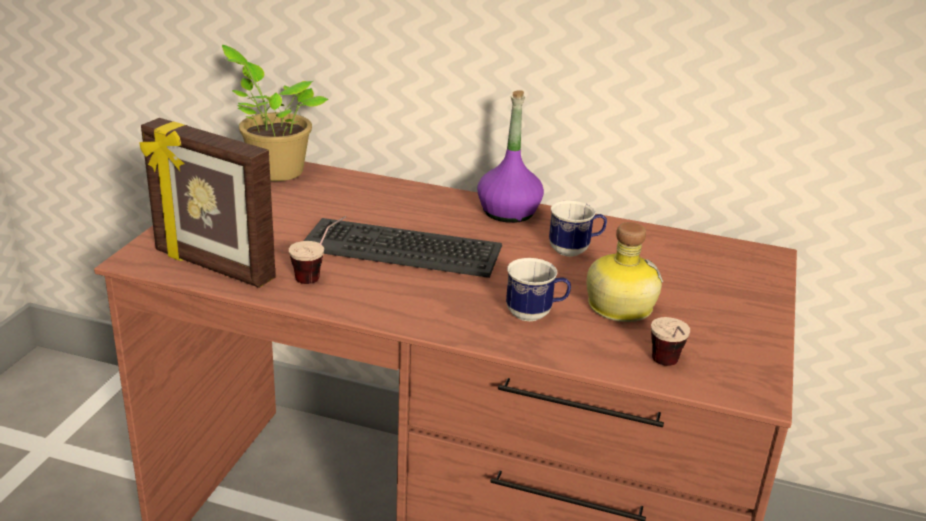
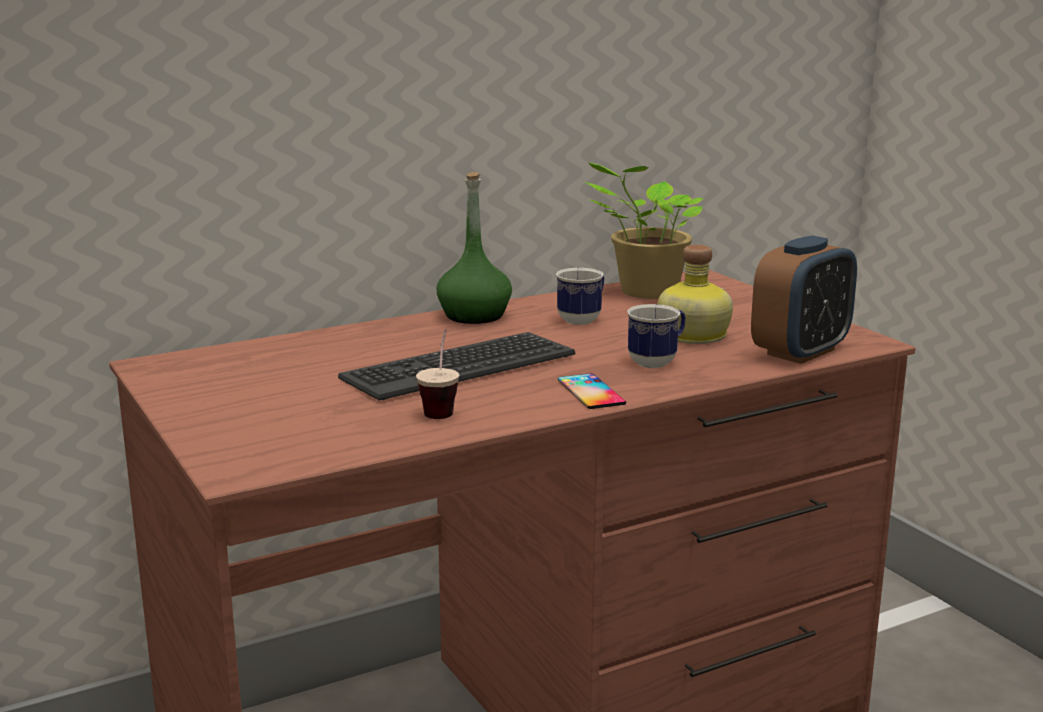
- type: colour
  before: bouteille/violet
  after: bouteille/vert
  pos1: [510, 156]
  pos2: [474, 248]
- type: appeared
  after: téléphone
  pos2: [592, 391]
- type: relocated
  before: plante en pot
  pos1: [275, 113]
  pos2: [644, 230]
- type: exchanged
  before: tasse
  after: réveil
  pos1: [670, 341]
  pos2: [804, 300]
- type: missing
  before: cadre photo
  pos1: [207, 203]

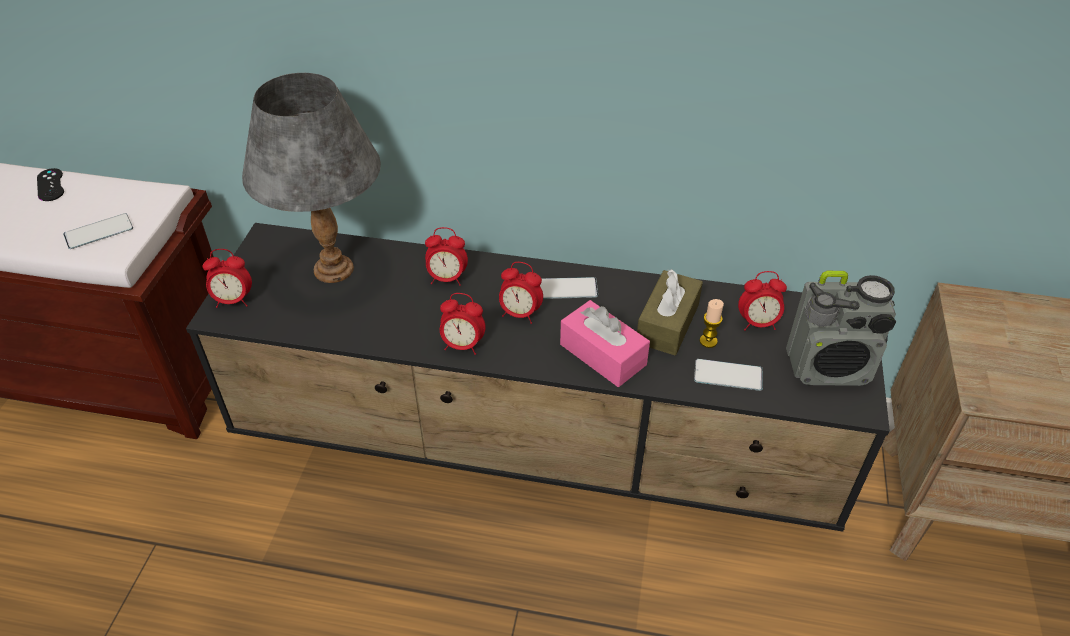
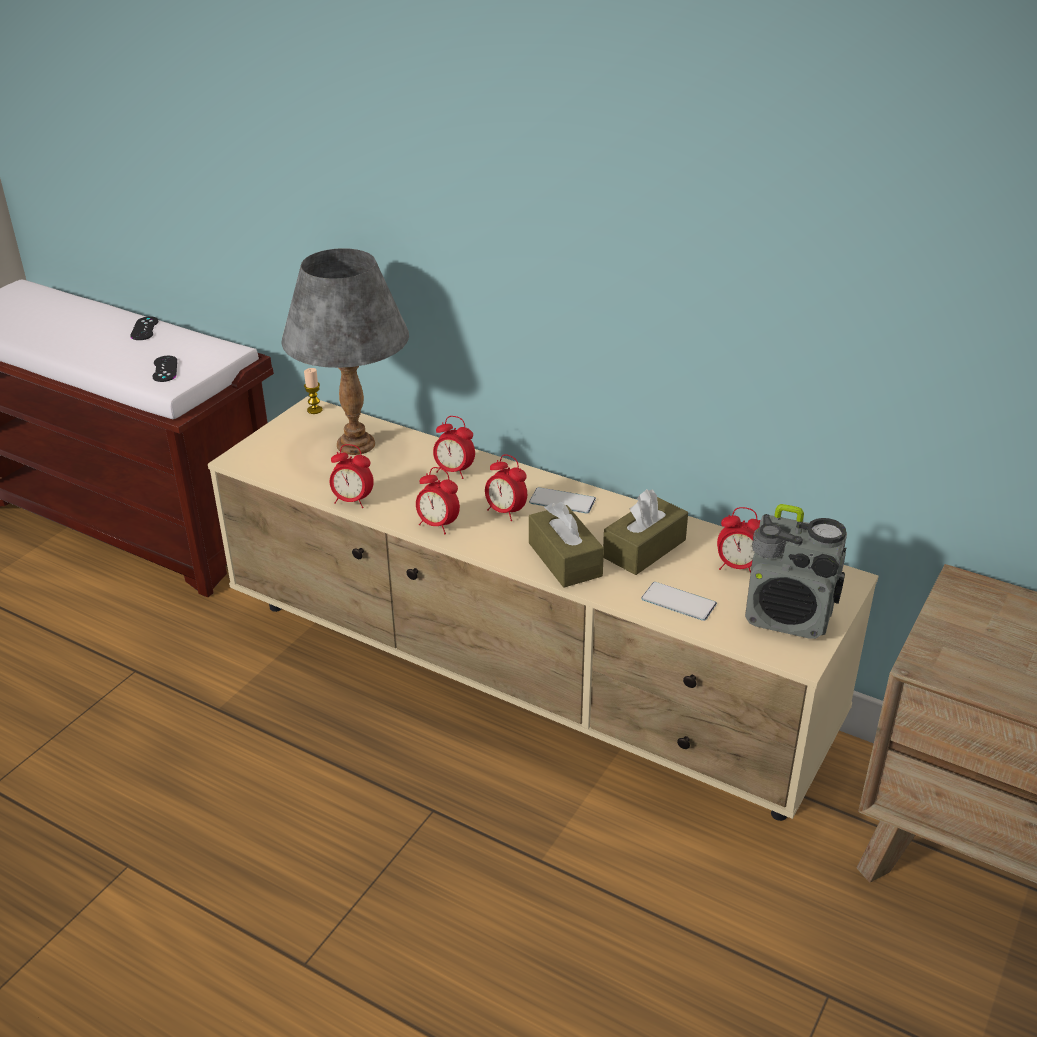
- type: exchanged
  before: téléphone
  after: manette/noir
  pos1: [98, 231]
  pos2: [164, 369]
- type: colour
  before: meuble télé/noir
  after: meuble télé/beige
  pos1: [538, 377]
  pos2: [543, 608]
- type: relocated
  before: bougie
  pos1: [711, 323]
  pos2: [313, 391]
- type: relocated
  before: réveil
  pos1: [227, 278]
  pos2: [352, 476]
- type: colour
  before: boîte à mouchoirs/rose
  after: boîte à mouchoirs/marron
  pos1: [605, 343]
  pos2: [566, 545]

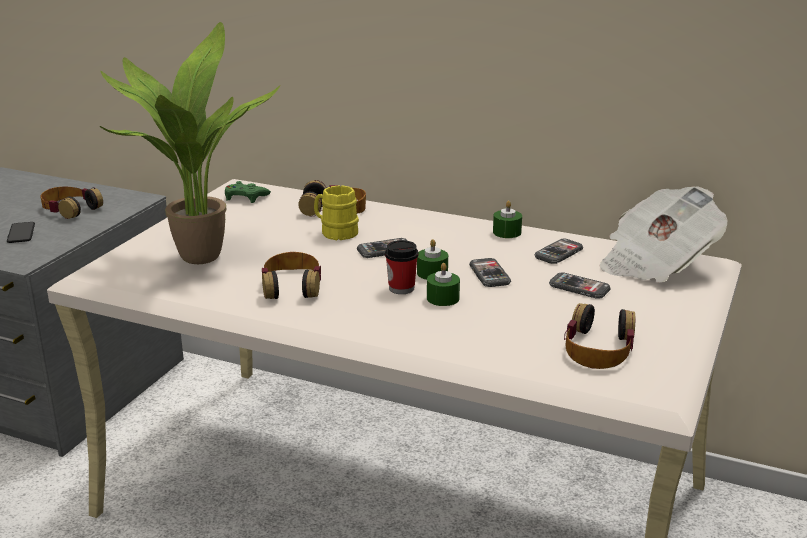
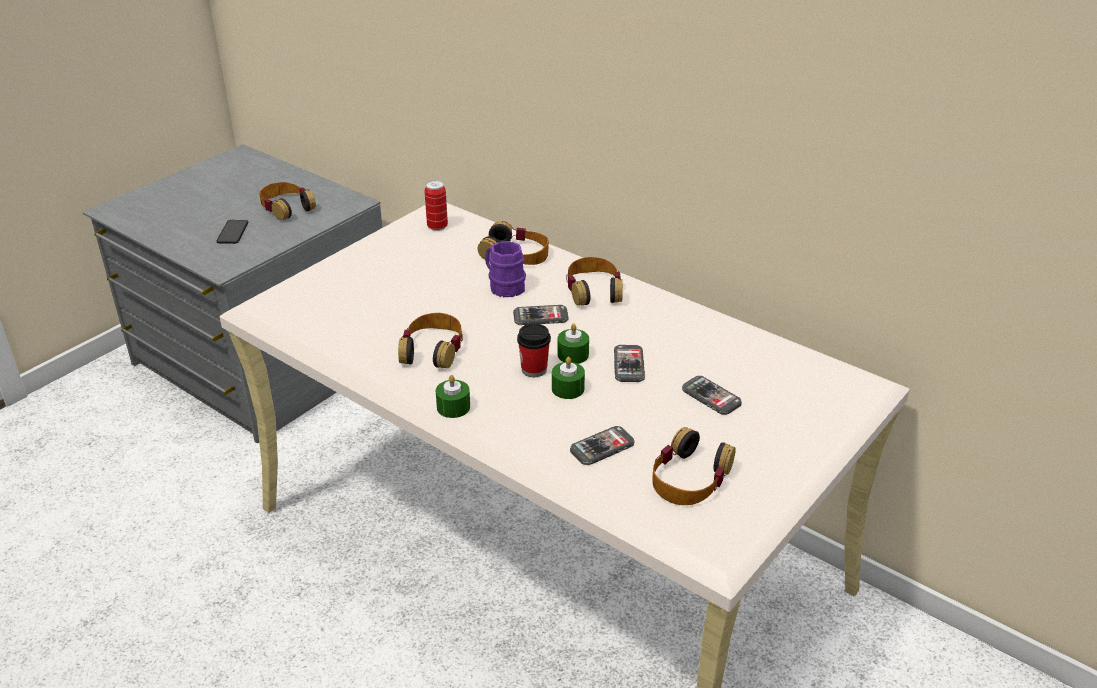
- type: exchanged
  before: manette/vert
  after: boîte métallique
  pos1: [248, 192]
  pos2: [436, 205]
- type: relocated
  before: bougie/vert
  pos1: [507, 219]
  pos2: [453, 396]
- type: colour
  before: mug/jaune
  after: mug/violet
  pos1: [336, 212]
  pos2: [505, 269]
- type: appeared
  after: casque audio
  pos2: [594, 281]
- type: relocated
  before: téléphone
  pos1: [558, 251]
  pos2: [602, 445]
- type: missing
  before: plante en pot
  pos1: [190, 143]
- type: missing
  before: journal
  pos1: [663, 234]

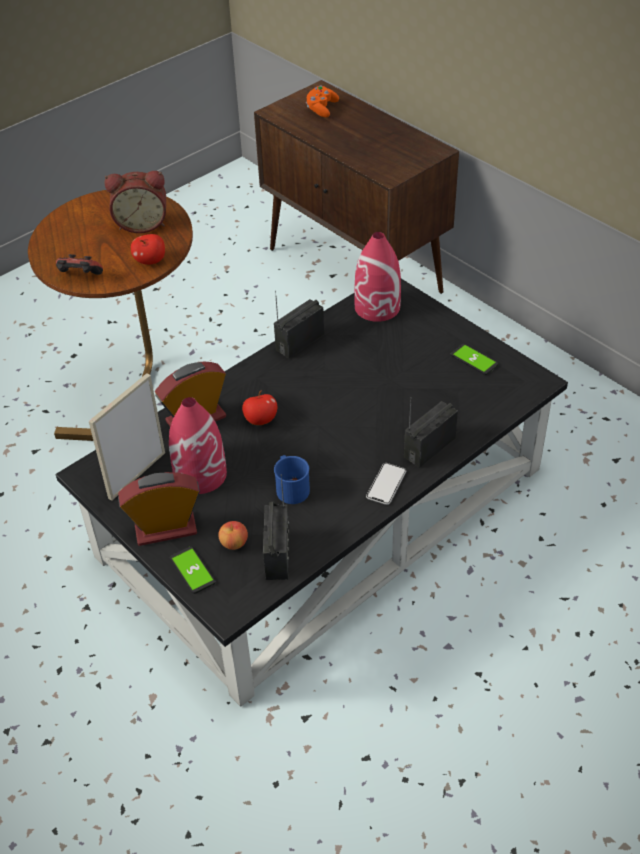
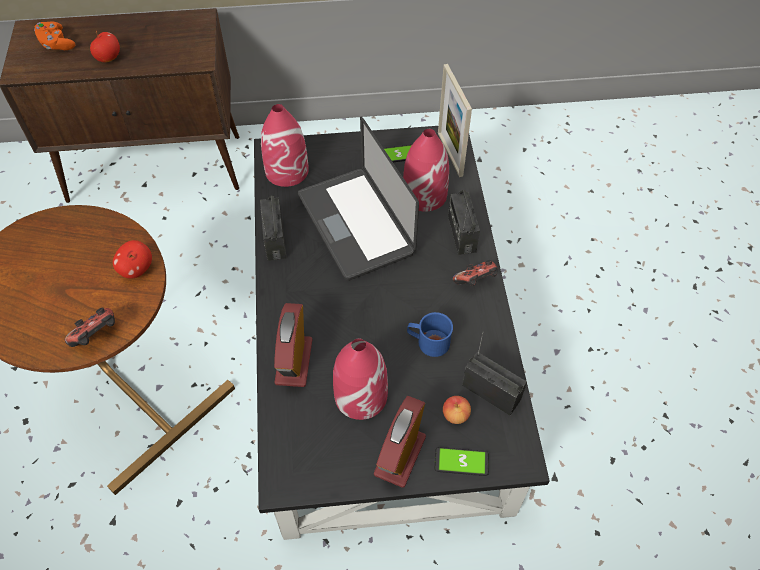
- type: relocated
  before: pomme
  pos1: [260, 408]
  pos2: [105, 46]
- type: appeared
  after: ordinateur portable
  pos2: [358, 199]
- type: appeared
  after: vase/rouge
  pos2: [426, 170]
- type: relocated
  before: cadre photo
  pos1: [127, 437]
  pos2: [455, 120]
- type: exchanged
  before: téléphone
  after: manette
  pos1: [386, 484]
  pos2: [475, 273]
- type: missing
  before: réveil
  pos1: [135, 202]

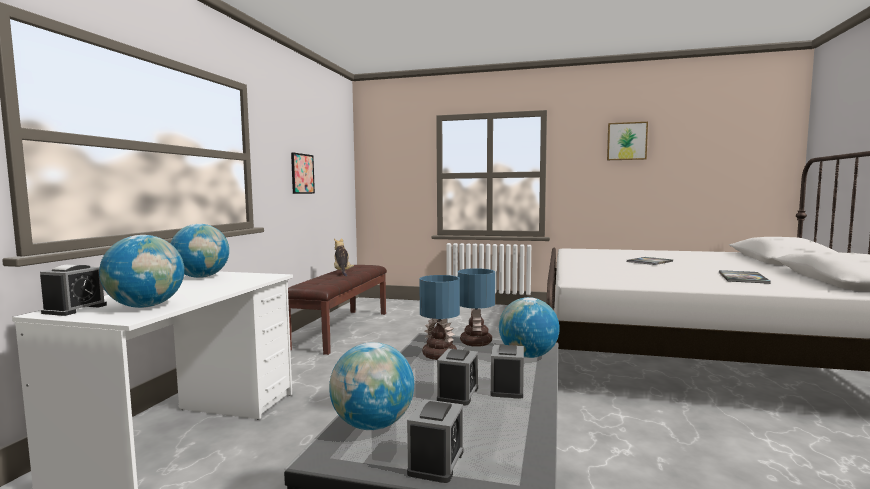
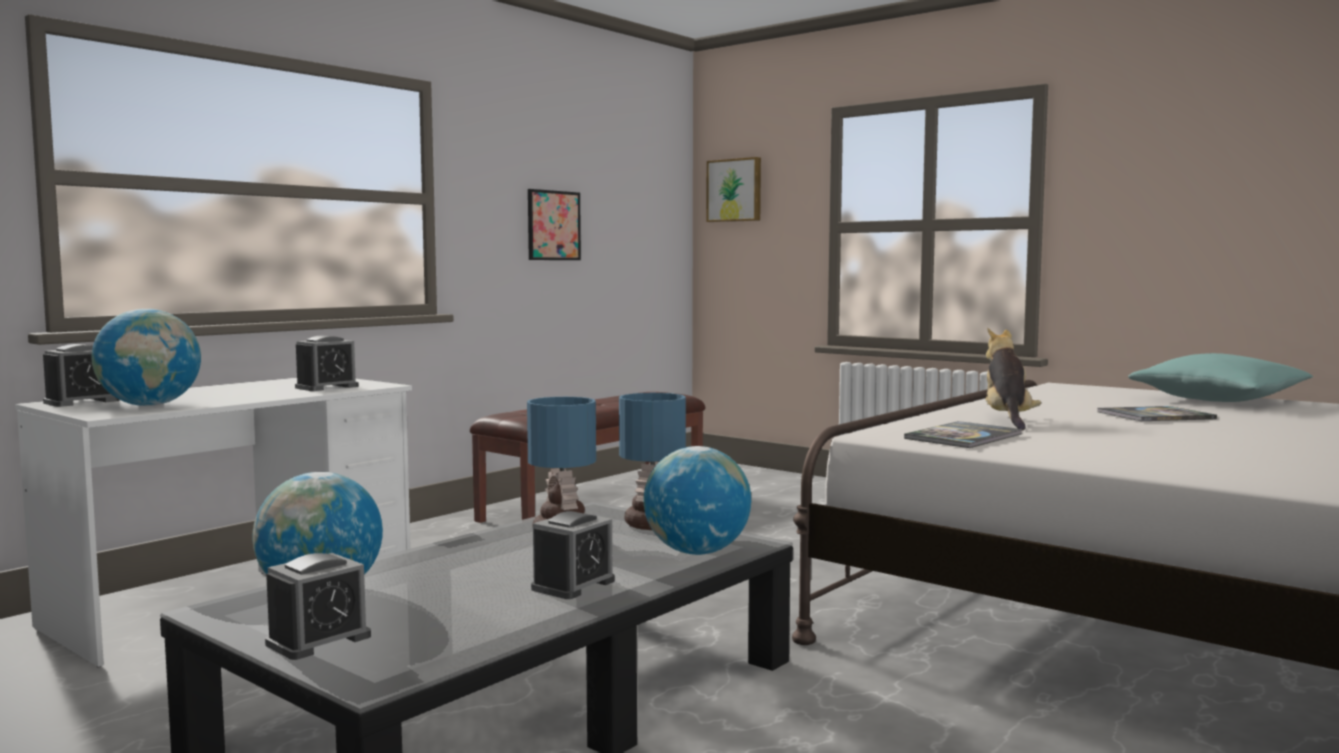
- type: relocated
  before: réveil
  pos1: [457, 377]
  pos2: [327, 363]
- type: relocated
  before: tableau
  pos1: [627, 141]
  pos2: [733, 189]
- type: relocated
  before: livre
  pos1: [745, 277]
  pos2: [963, 434]
- type: relocated
  before: peluche
  pos1: [344, 257]
  pos2: [1013, 379]
- type: appeared
  after: coussin/turquoise
  pos2: [1220, 377]
- type: missing
  before: globe
  pos1: [199, 251]

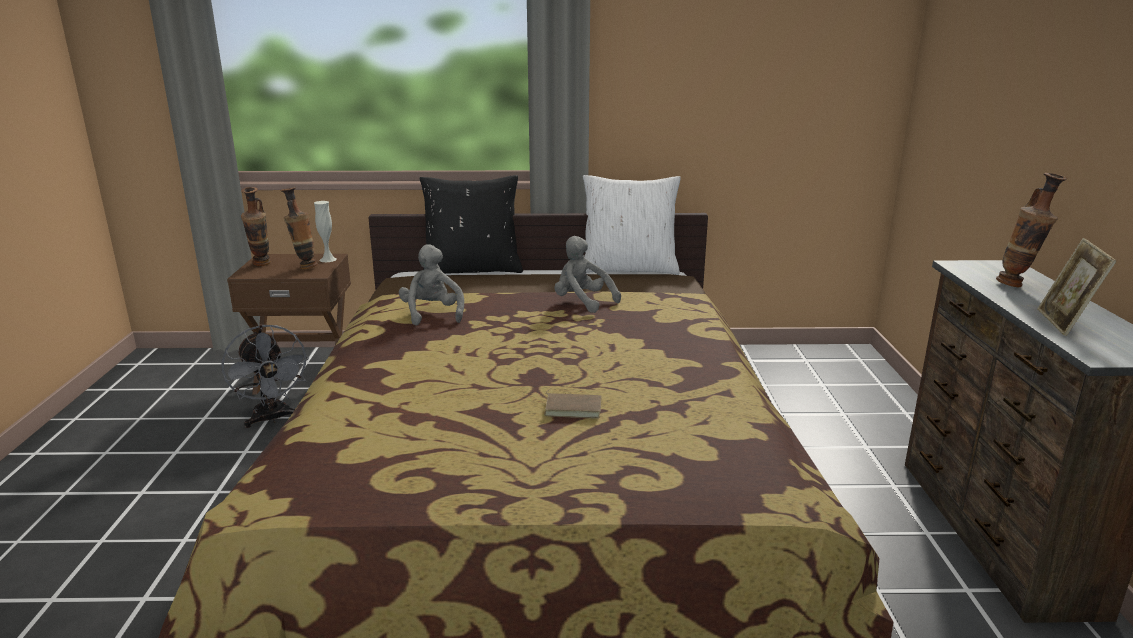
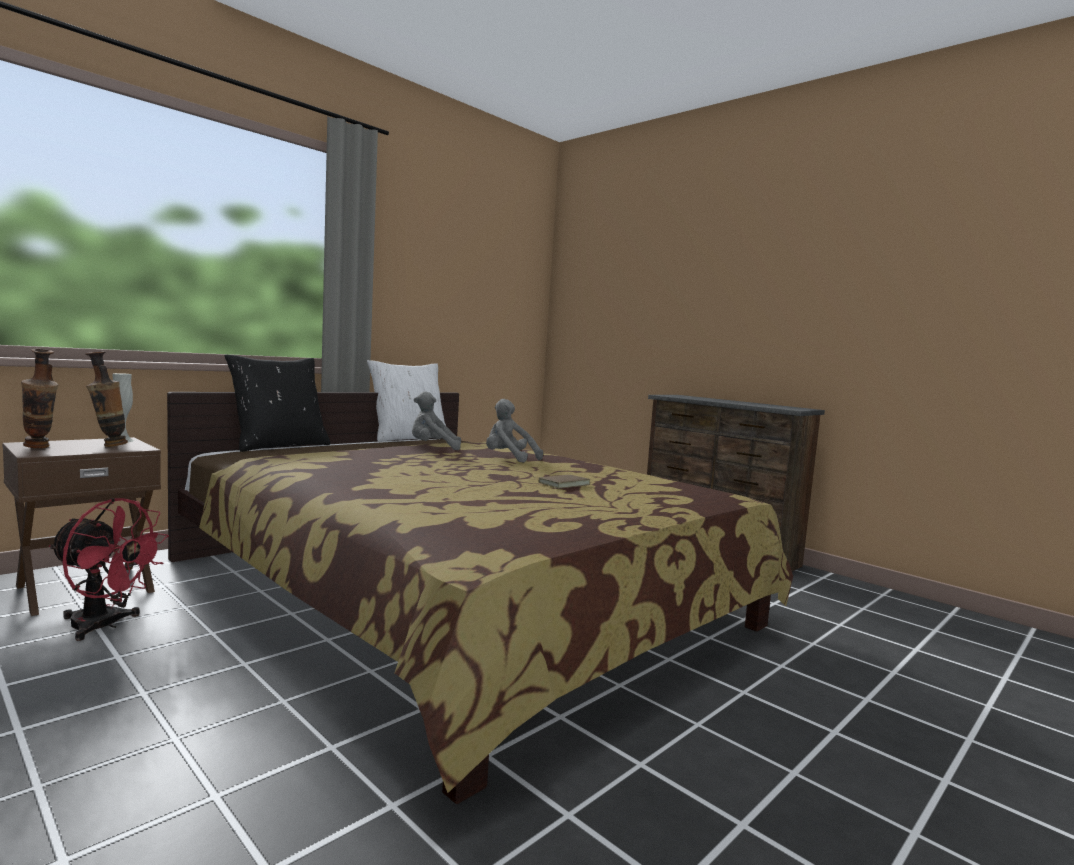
- type: colour
  before: ventilateur/gris
  after: ventilateur/rouge
  pos1: [265, 376]
  pos2: [109, 569]
- type: relocated
  before: peluche/gris
  pos1: [431, 285]
  pos2: [514, 431]
- type: missing
  before: vase
  pos1: [1031, 230]
- type: missing
  before: cadre photo
  pos1: [1077, 287]

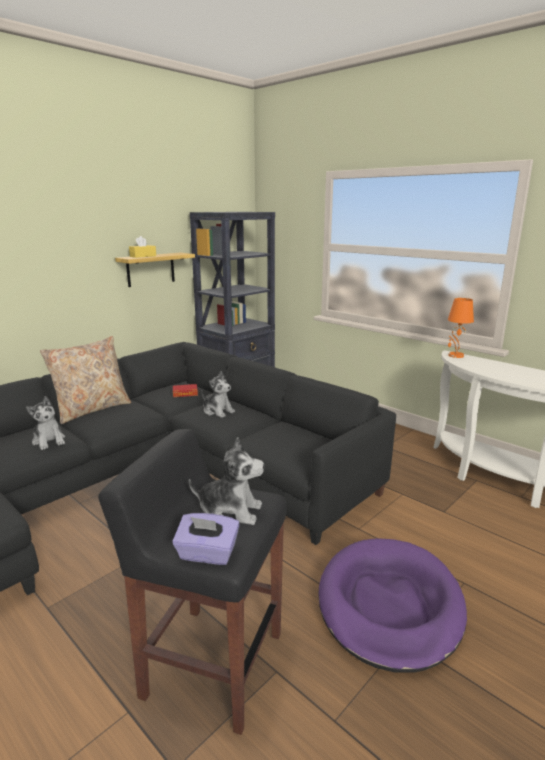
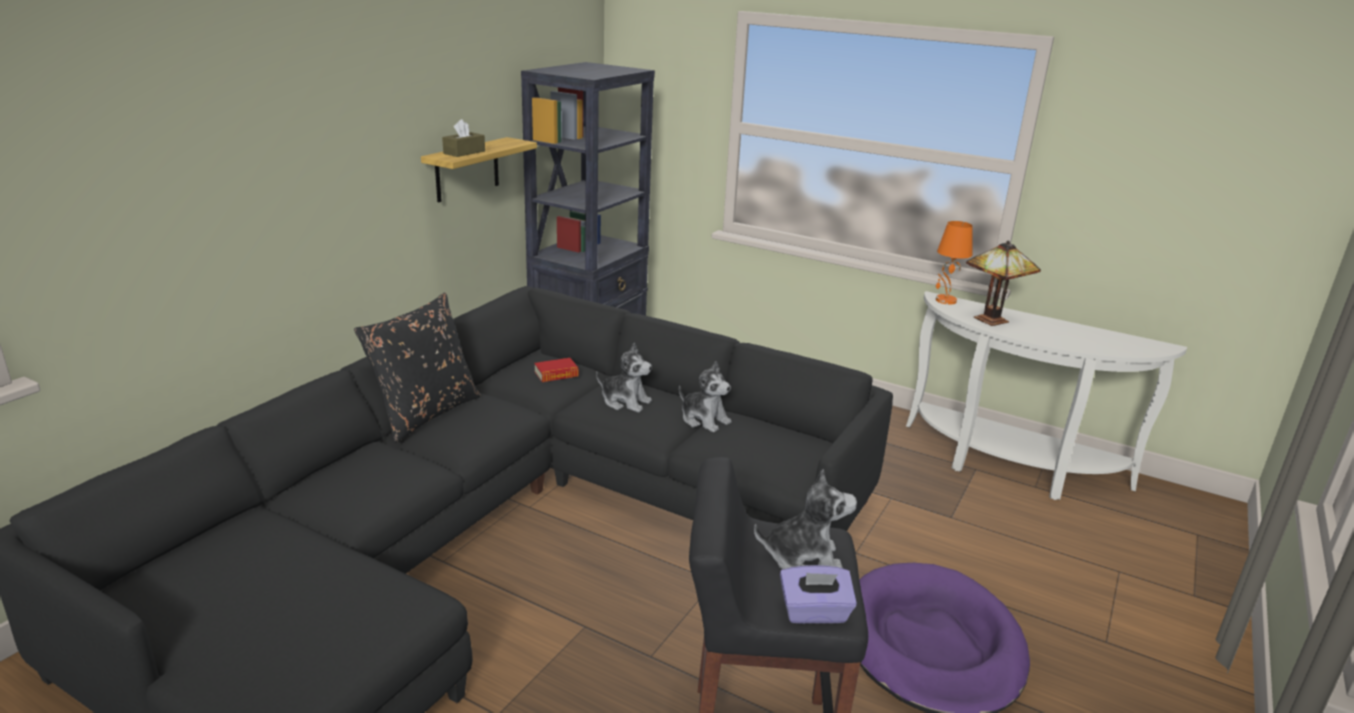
- type: colour
  before: coussin/beige
  after: coussin/noir
  pos1: [85, 380]
  pos2: [417, 367]
- type: colour
  before: boîte à mouchoirs/jaune
  after: boîte à mouchoirs/marron
  pos1: [142, 247]
  pos2: [463, 138]
- type: relocated
  before: peluche
  pos1: [45, 423]
  pos2: [705, 396]
- type: appeared
  after: lampe de table
  pos2: [1003, 283]

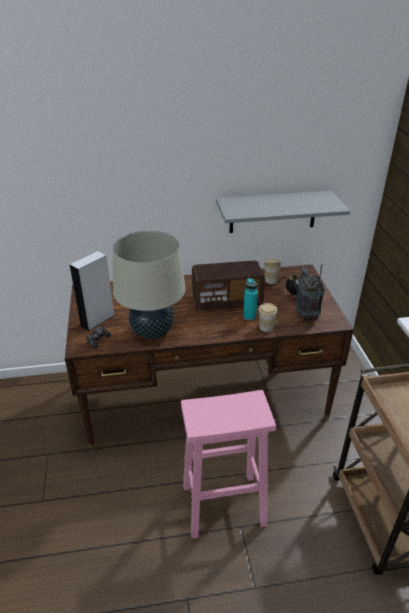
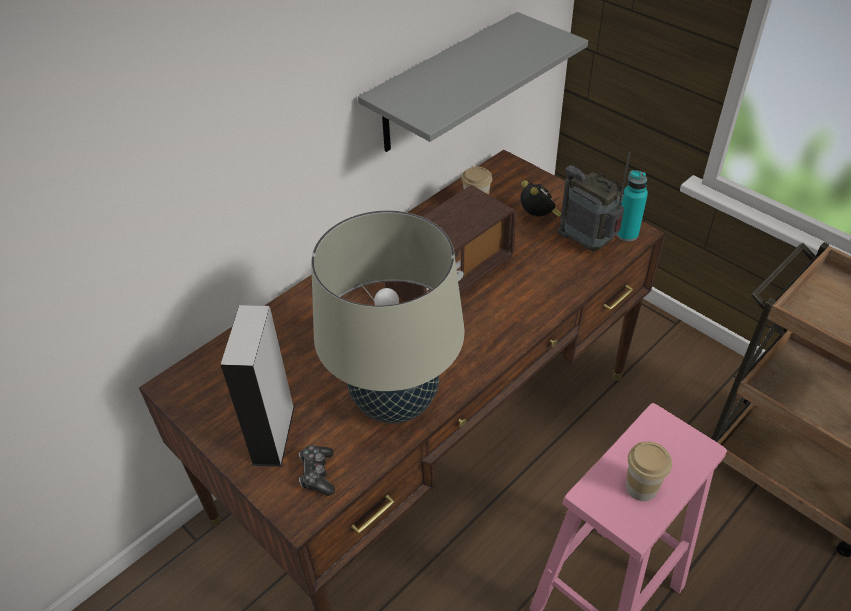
- type: relocated
  before: bouteille/turquoise
  pos1: [250, 299]
  pos2: [632, 205]
- type: relocated
  before: tasse
  pos1: [268, 317]
  pos2: [649, 471]

